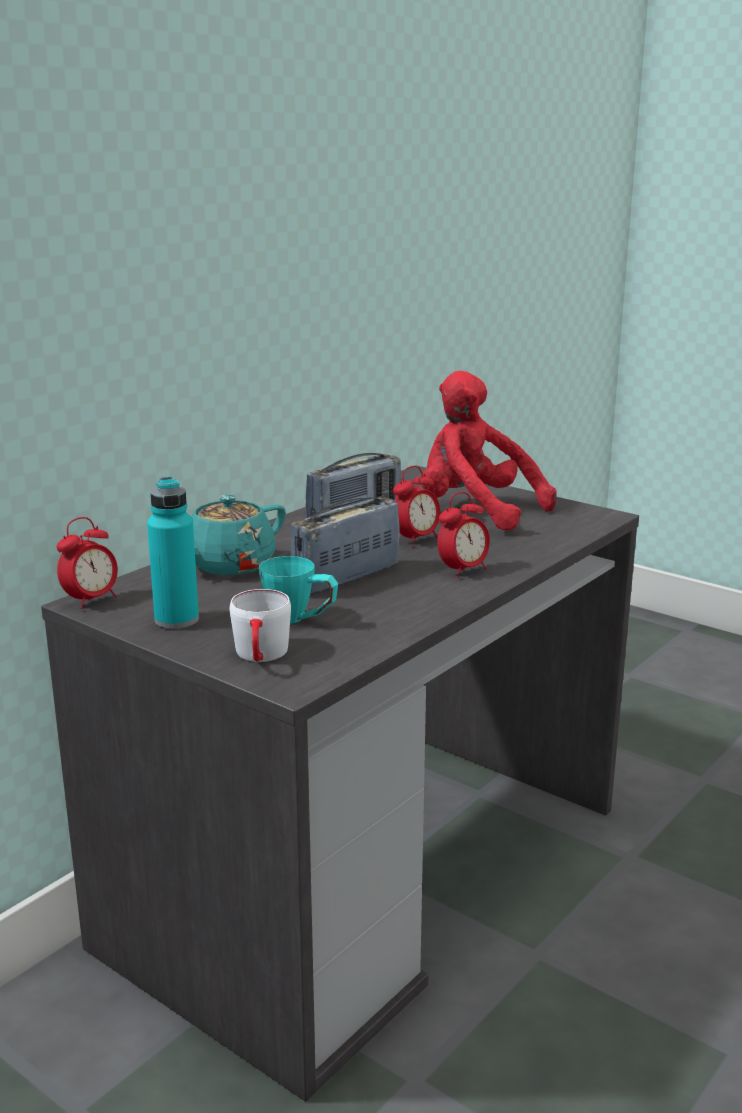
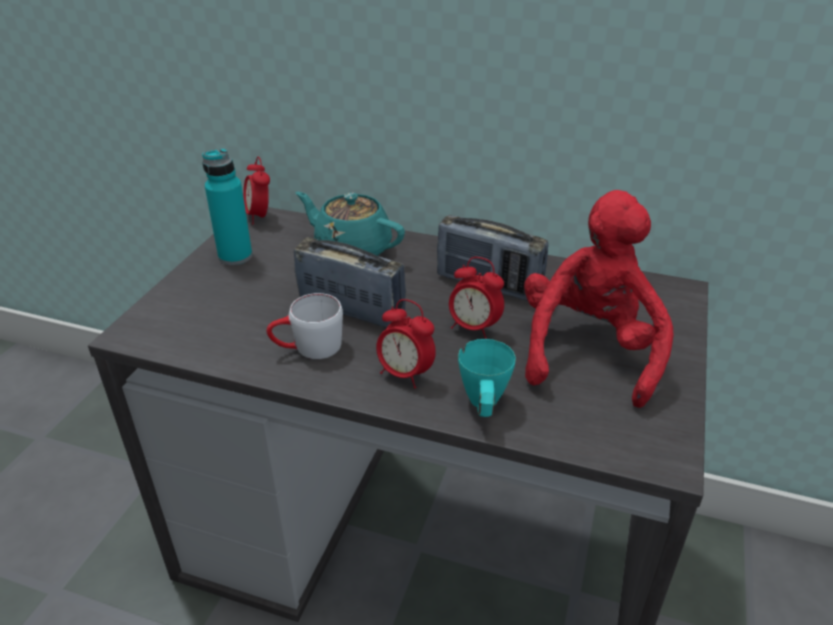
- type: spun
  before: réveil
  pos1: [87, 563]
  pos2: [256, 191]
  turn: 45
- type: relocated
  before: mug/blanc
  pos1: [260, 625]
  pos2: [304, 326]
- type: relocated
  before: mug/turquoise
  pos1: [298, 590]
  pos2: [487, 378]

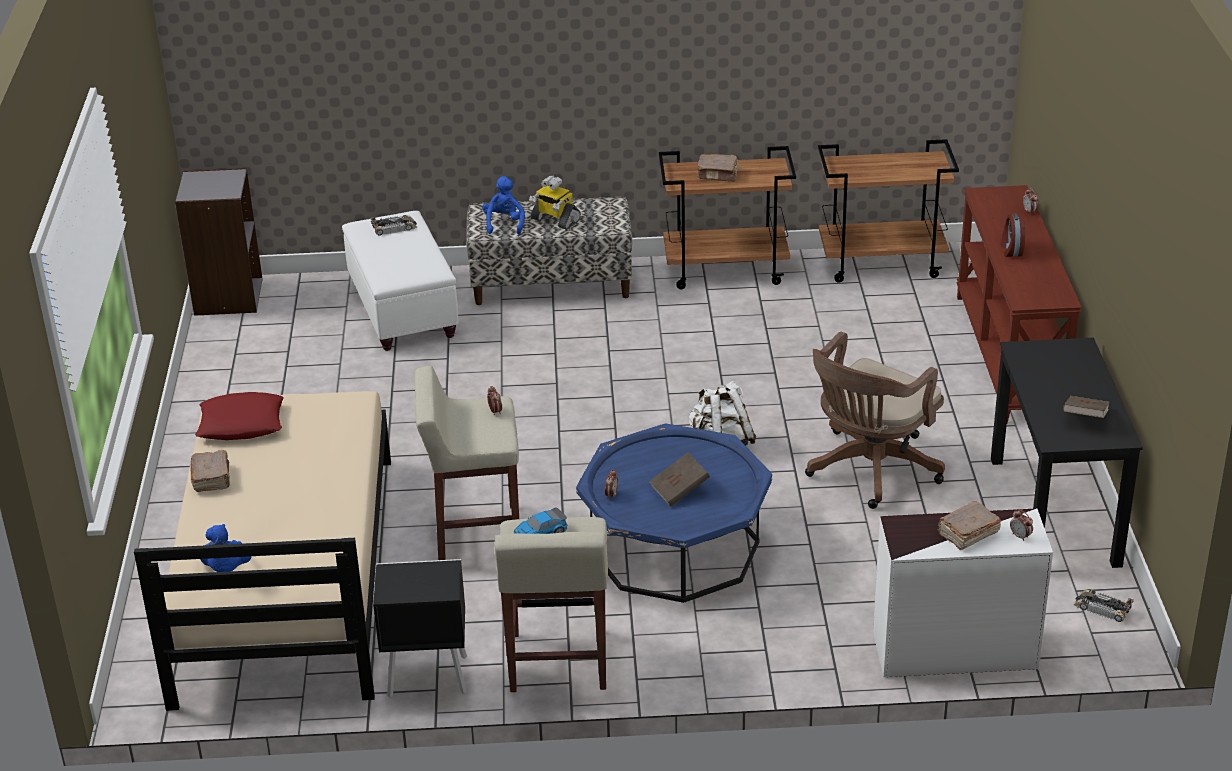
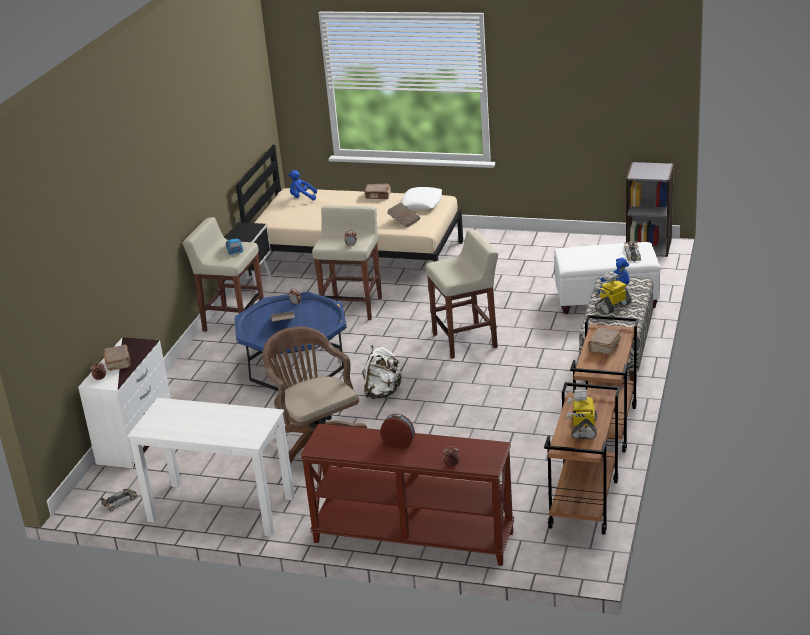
- type: colour
  before: bureau/noir
  after: bureau/blanc
  pos1: [1067, 452]
  pos2: [211, 467]
- type: relocated
  before: livre/marron
  pos1: [1086, 407]
  pos2: [403, 215]
- type: colour
  before: coussin/rouge
  after: coussin/blanc
  pos1: [239, 416]
  pos2: [421, 198]
- type: appeared
  after: tabouret/beige
  pos2: [462, 294]
- type: appeared
  after: robot jouet
  pos2: [582, 414]

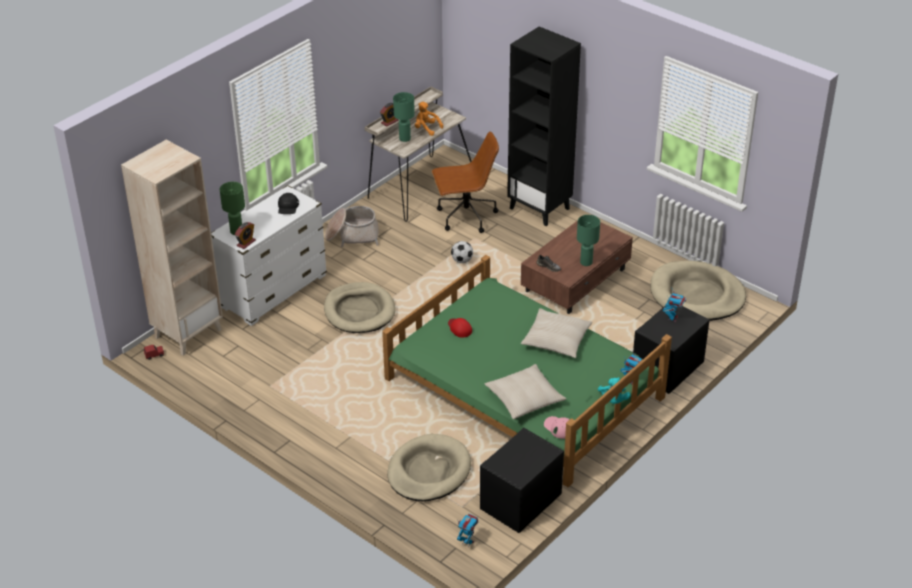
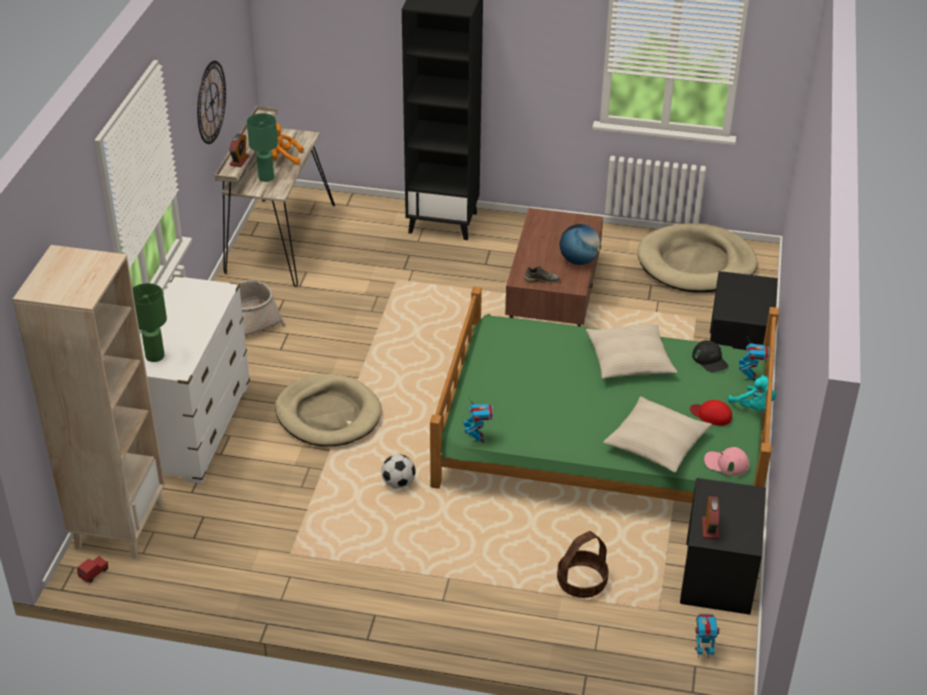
- type: appeared
  after: horloge murale
  pos2: [211, 102]
- type: relocated
  before: ballon de foot
  pos1: [462, 252]
  pos2: [398, 471]
- type: relocated
  before: robot jouet
  pos1: [674, 304]
  pos2: [479, 420]
- type: exchanged
  before: panier pour chien/beige
  after: panier
  pos1: [429, 467]
  pos2: [582, 564]
- type: exchanged
  before: lampe de table/vert
  after: globe
  pos1: [588, 240]
  pos2: [580, 244]
- type: relocated
  before: casquette/rouge
  pos1: [460, 328]
  pos2: [711, 413]
- type: relocated
  before: casquette/noir
  pos1: [288, 203]
  pos2: [710, 356]
- type: relocated
  before: réveil
  pos1: [245, 235]
  pos2: [710, 517]
- type: missing
  before: chaise de bureau/marron
  pos1: [465, 182]

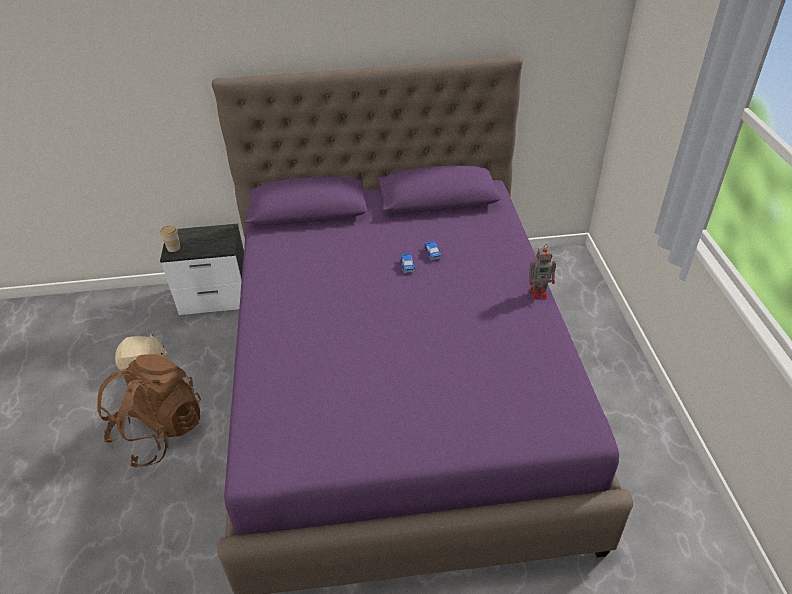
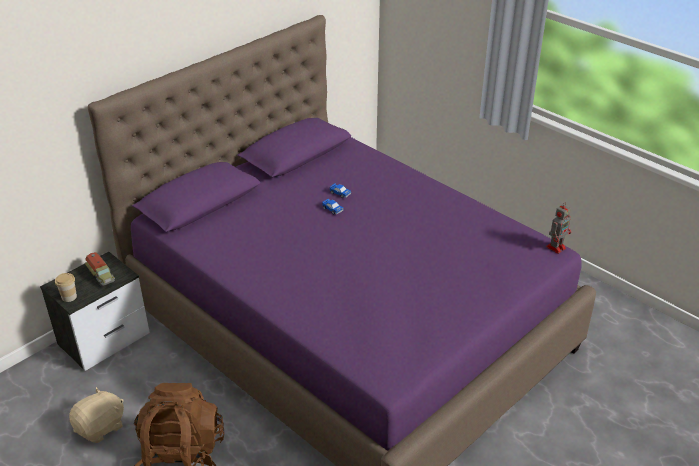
- type: appeared
  after: camion jouet
  pos2: [100, 269]
- type: relocated
  before: robot jouet
  pos1: [542, 271]
  pos2: [558, 228]

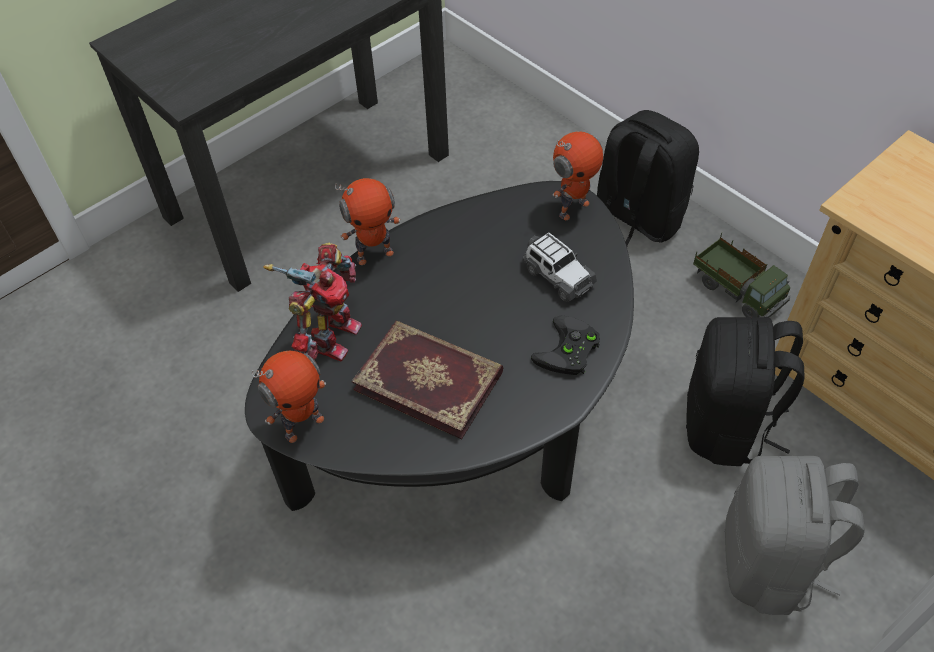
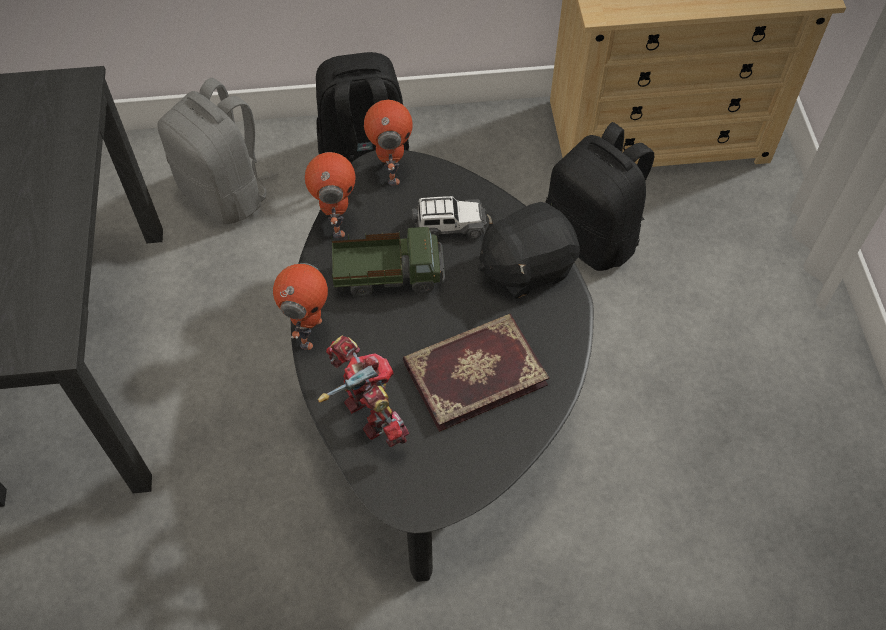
- type: relocated
  before: sac à dos/gris
  pos1: [794, 535]
  pos2: [217, 151]
- type: relocated
  before: robot jouet
  pos1: [289, 397]
  pos2: [330, 195]
- type: relocated
  before: camion jouet
  pos1: [741, 275]
  pos2: [388, 261]
- type: exchanged
  before: manette/noir
  after: peluche/noir
  pos1: [565, 345]
  pos2: [529, 250]

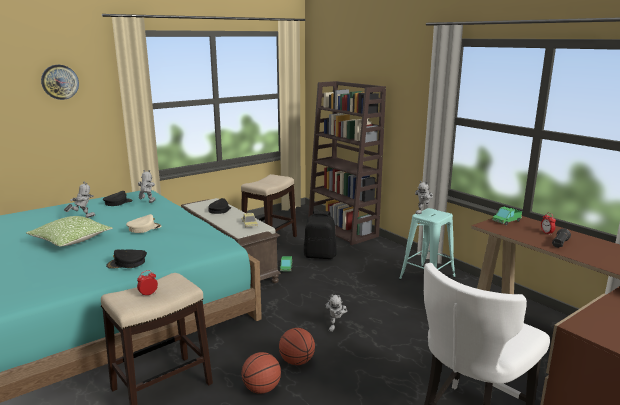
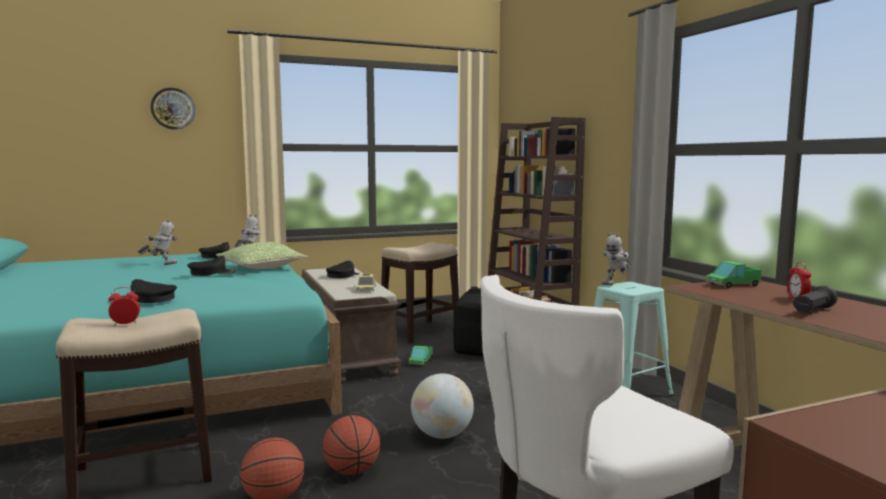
- type: colour
  before: casquette/beige
  after: casquette/noir
  pos1: [143, 223]
  pos2: [211, 266]
- type: relocated
  before: coussin
  pos1: [69, 231]
  pos2: [262, 255]
- type: exchanged
  before: robot jouet
  after: globe
  pos1: [337, 313]
  pos2: [442, 406]

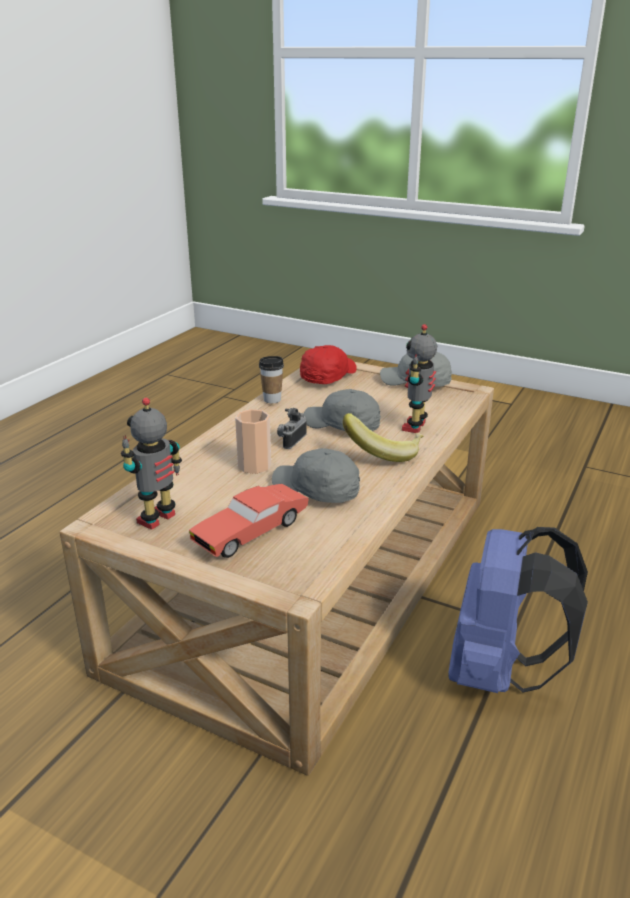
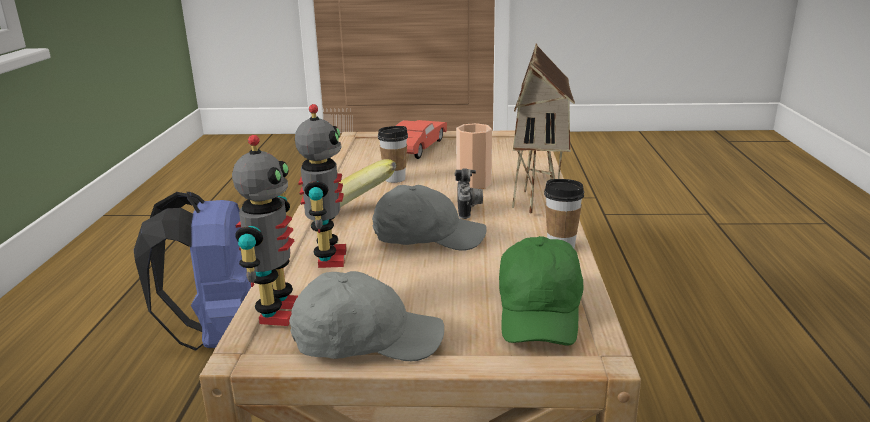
- type: relocated
  before: robot jouet
  pos1: [151, 464]
  pos2: [265, 230]
- type: exchanged
  before: casquette/gris
  after: tasse
  pos1: [316, 475]
  pos2: [393, 154]
- type: colour
  before: casquette/rouge
  after: casquette/vert
  pos1: [328, 364]
  pos2: [541, 290]
- type: appeared
  after: maison miniature
  pos2: [543, 128]

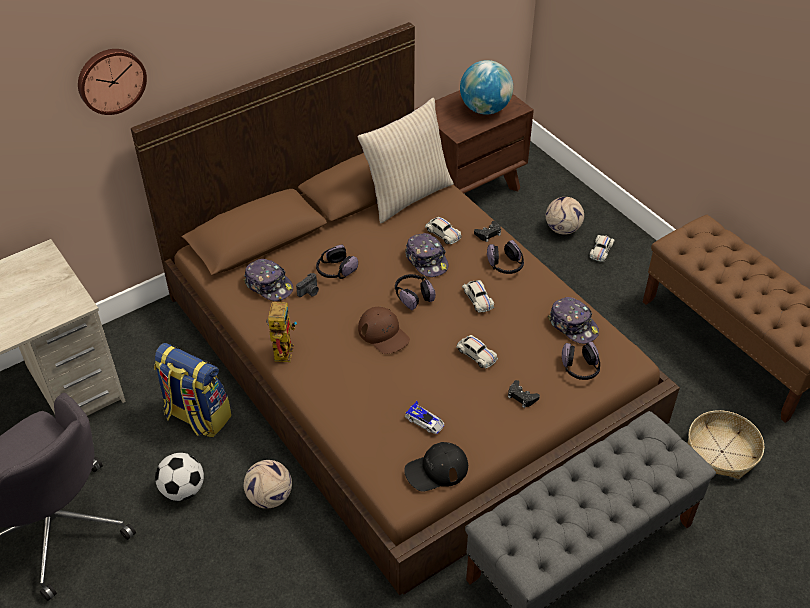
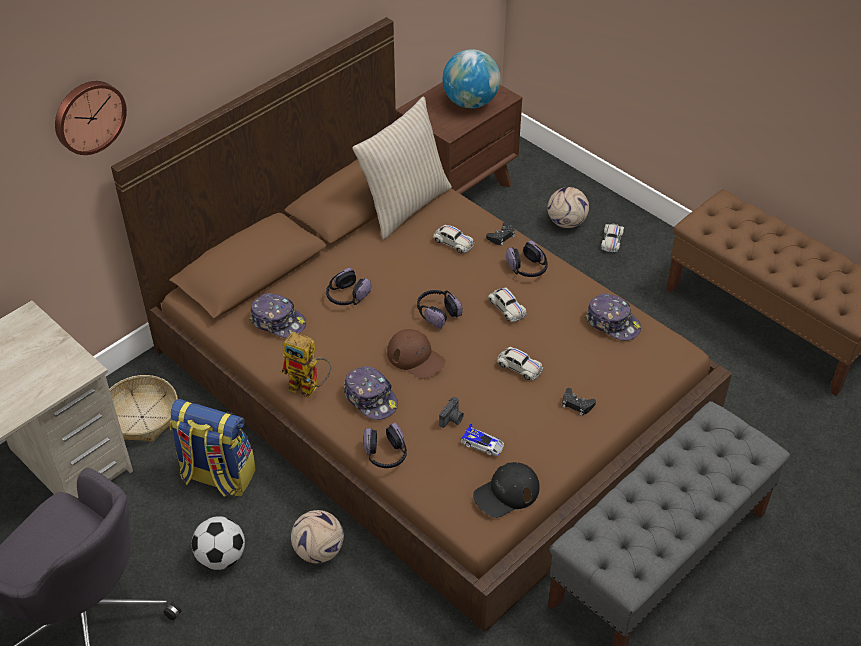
- type: relocated
  before: panier
  pos1: [726, 444]
  pos2: [143, 408]
- type: spun
  before: robot jouet
  pos1: [281, 329]
  pos2: [306, 364]
  turn: 120
- type: relocated
  before: casquette
  pos1: [426, 255]
  pos2: [370, 393]
- type: relocated
  before: casque audio
  pos1: [581, 361]
  pos2: [385, 445]
- type: relocated
  before: appareil photo
  pos1: [307, 285]
  pos2: [451, 412]

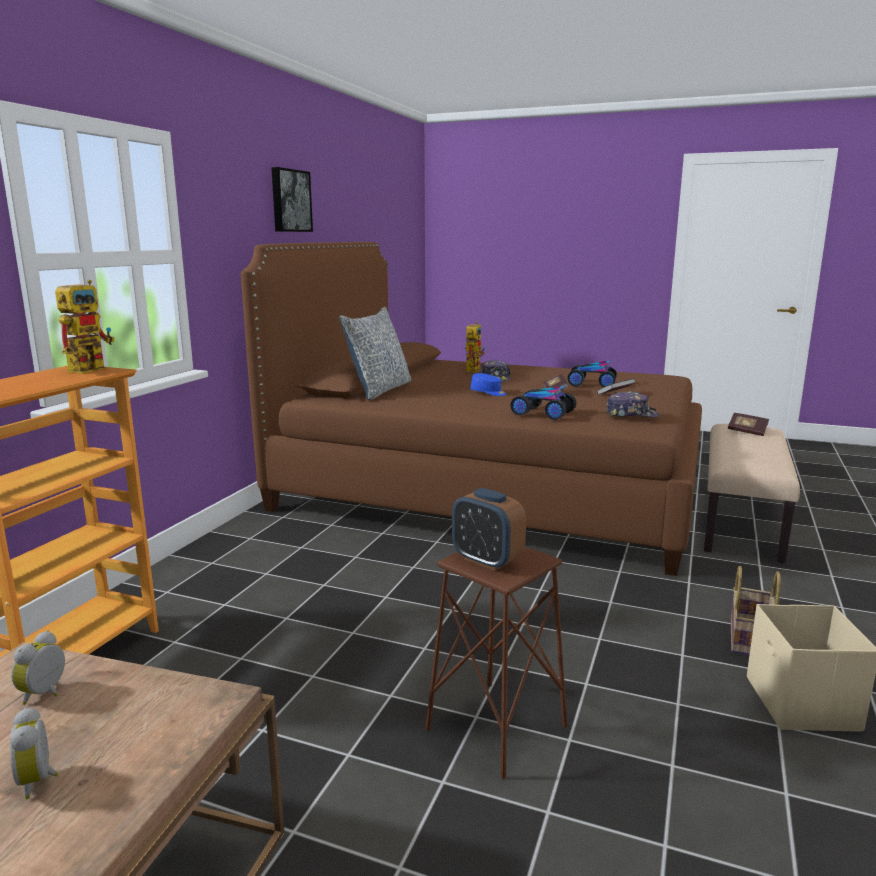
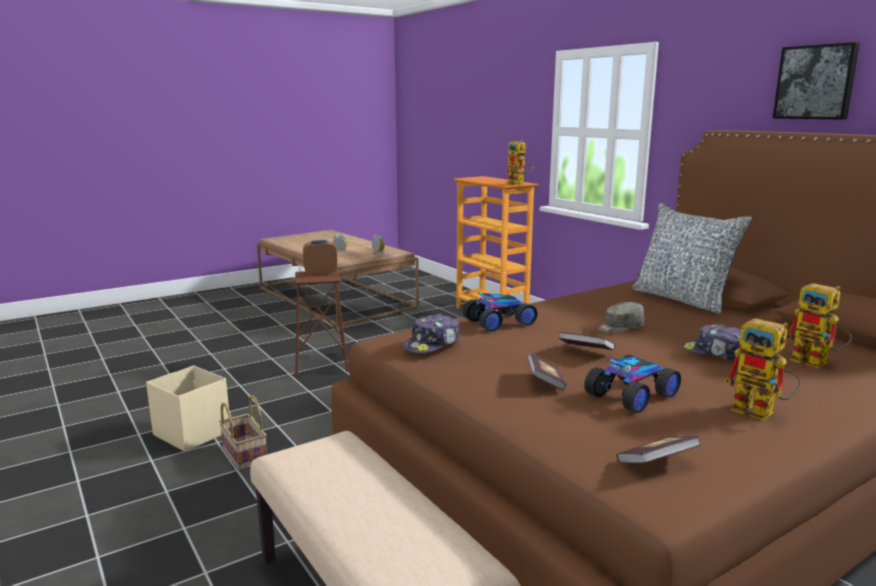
- type: colour
  before: casquette/bleu
  after: casquette/gris
  pos1: [489, 384]
  pos2: [621, 317]
- type: relocated
  before: livre
  pos1: [748, 424]
  pos2: [659, 450]
- type: appeared
  after: robot jouet
  pos2: [762, 369]

